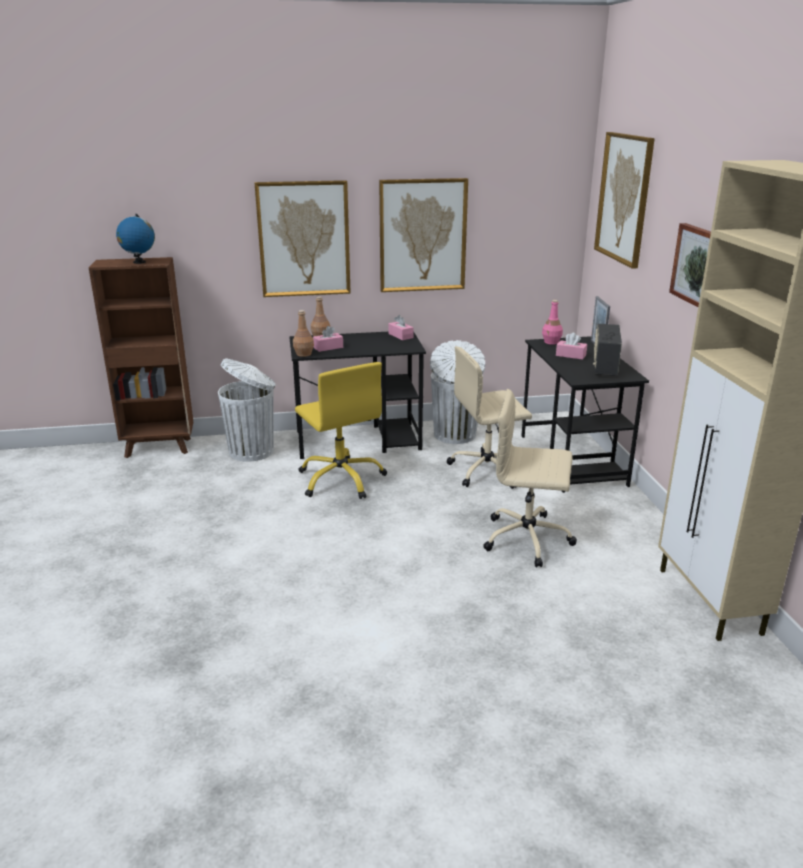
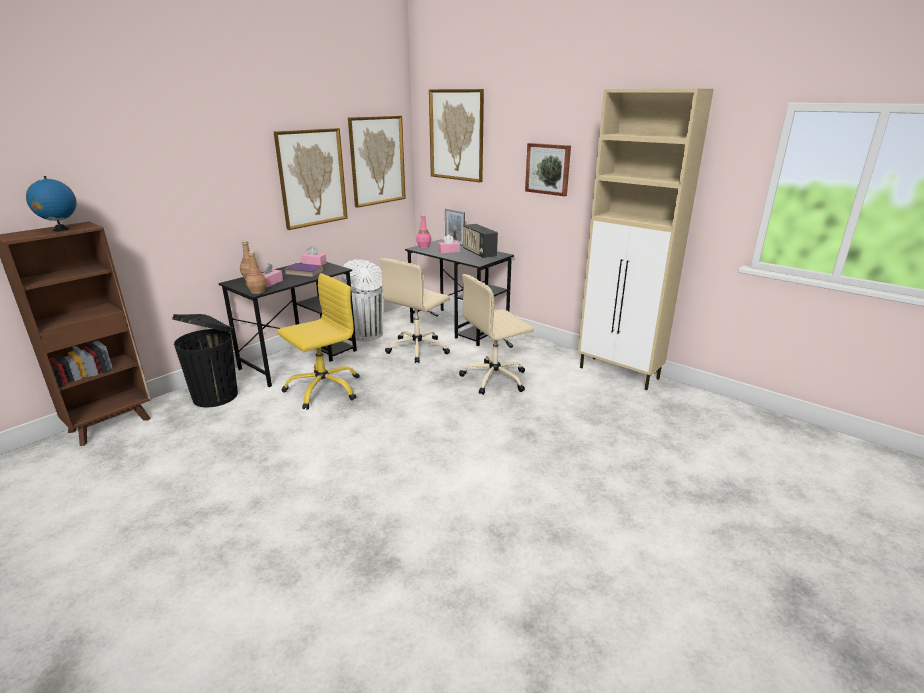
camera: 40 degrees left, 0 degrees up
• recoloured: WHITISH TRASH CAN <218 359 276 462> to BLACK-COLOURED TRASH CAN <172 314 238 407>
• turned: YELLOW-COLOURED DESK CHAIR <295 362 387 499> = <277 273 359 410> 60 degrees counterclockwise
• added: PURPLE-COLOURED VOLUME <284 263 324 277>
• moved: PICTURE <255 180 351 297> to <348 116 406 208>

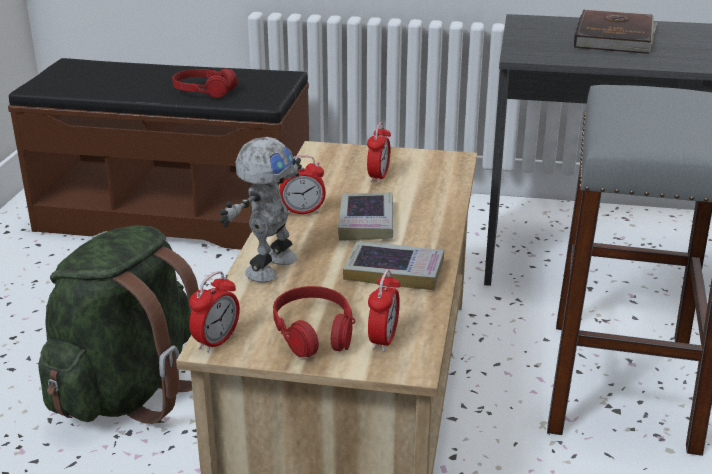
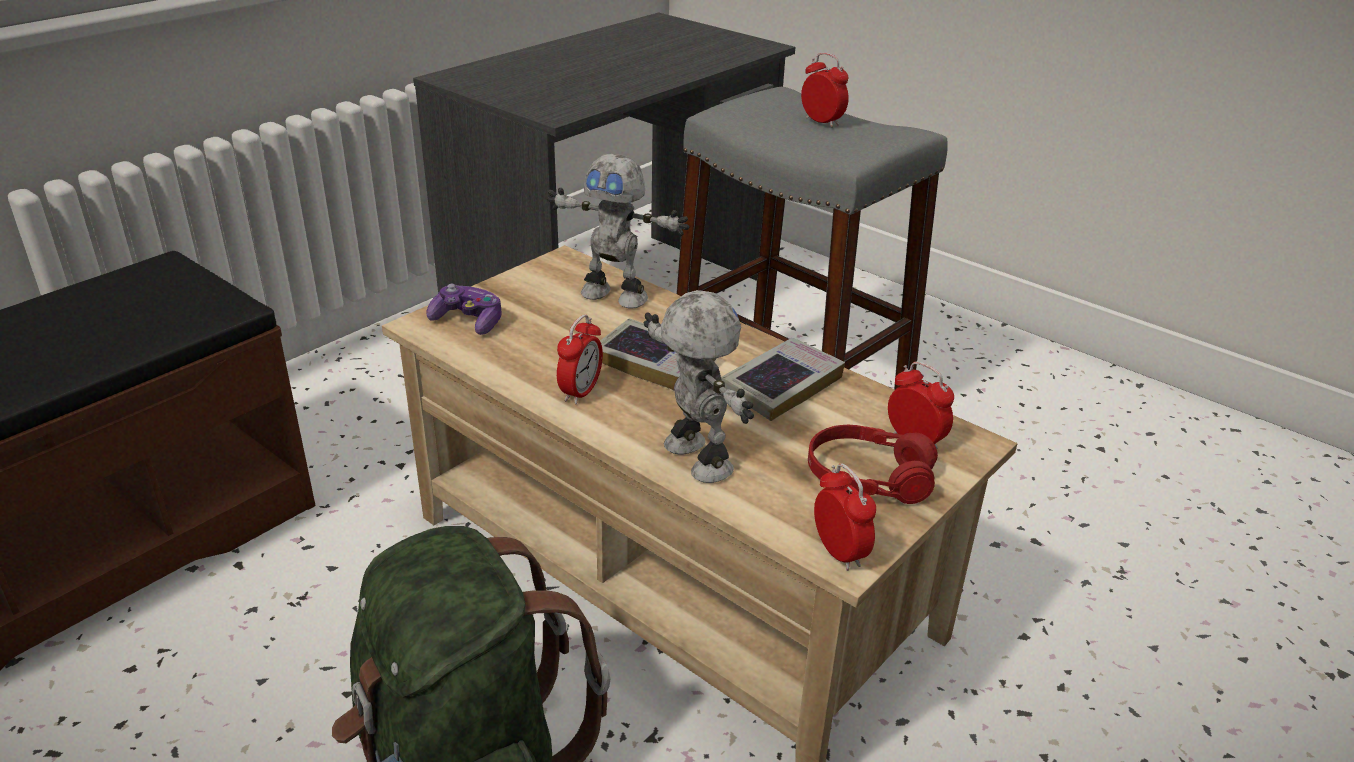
camera: 60 degrees left, 5 degrees up
• added: GAME CONTROLLER <427 284 502 335>
• added: ROBOT FIGURE <547 154 689 308>
• moved: BEDSIDE CLOCK <367 122 391 183> to <801 53 849 127>
• removed: REDDISH PAIR OF HEADPHONES <172 68 237 98>
• removed: BROWN VOLUME <574 10 657 54>

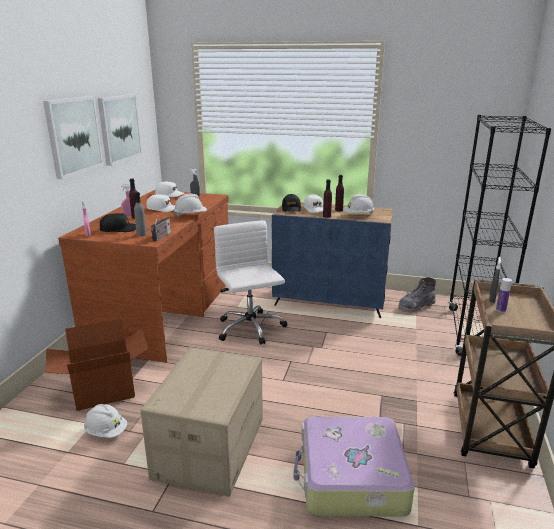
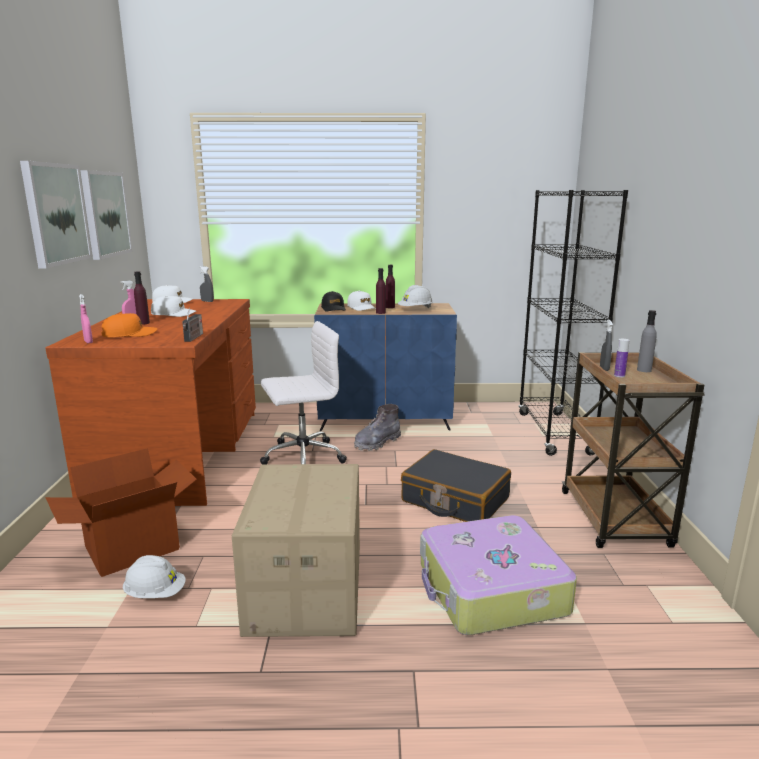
camera: 15 degrees left, 5 degrees down
• recoloured: BLACK-COLOURED PEAKED CAP <100 213 136 232> to ORANGE PEAKED CAP <101 313 157 337>
• turned: WHITISH DESK CHAIR <214 220 288 345> = <260 321 347 465> 105 degrees clockwise
• moved: GRAY HIGH-TOP BOOT <398 277 436 313> to <354 404 401 451>
• added: BLACK-COLOURED TRAVEL CASE <401 449 511 522>
• moved: GRAY DRINK BOTTLE <134 192 147 236> to <637 310 657 372>
• removed: WHITISH SAFETY HELMET <173 194 207 217>

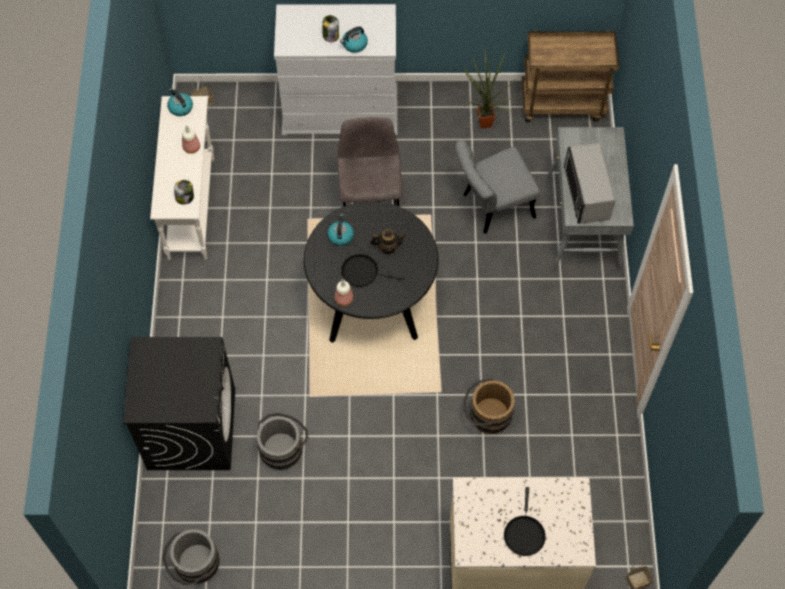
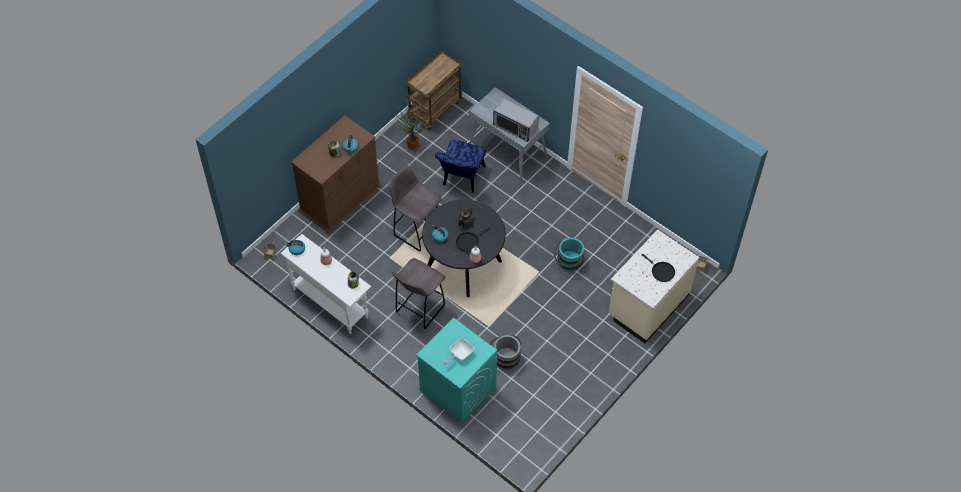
camera: 50 degrees left, 5 degrees down
• recoloured: WHITISH DRESSER <274 4 398 135> to BROWN DRESSER <291 116 381 234>
• added: GRAY SITTING STOOL <392 258 446 329>
• recoloured: BLACK-COLOURED LAUNDRY APPLIANCE <123 337 235 470> to BLUE-GREEN LAUNDRY APPLIANCE <416 318 498 423>
• recoloured: GRAY PLAIN CHAIR <455 140 540 234> to BLUISH PLAIN CHAIR <435 140 486 193>
• added: SKILLET <444 338 474 365>
• recoloured: BROWN BUCKET <463 378 515 434> to BLUE-GREEN BUCKET <554 238 585 272>
• removed: GRAY BUCKET <162 529 220 585>

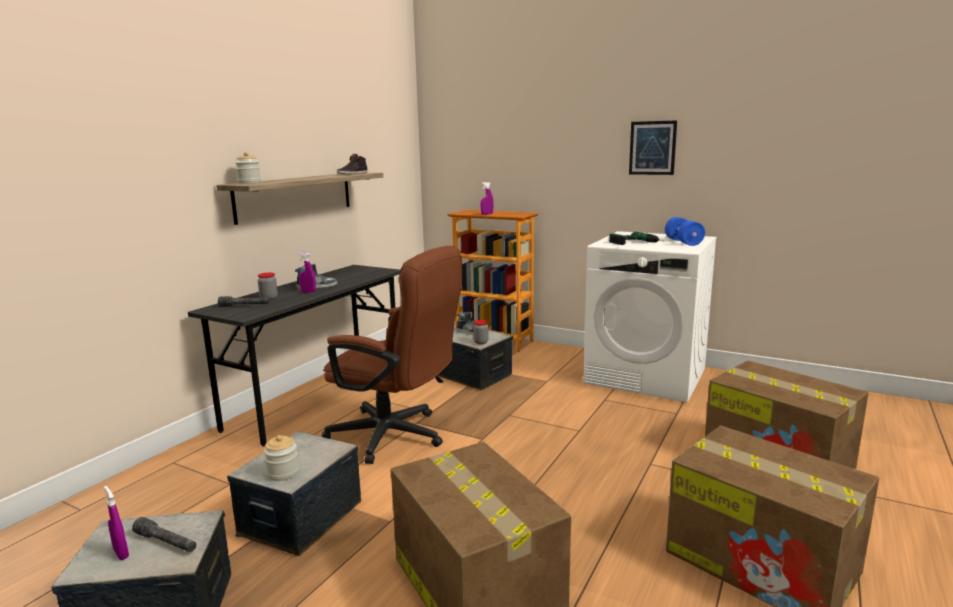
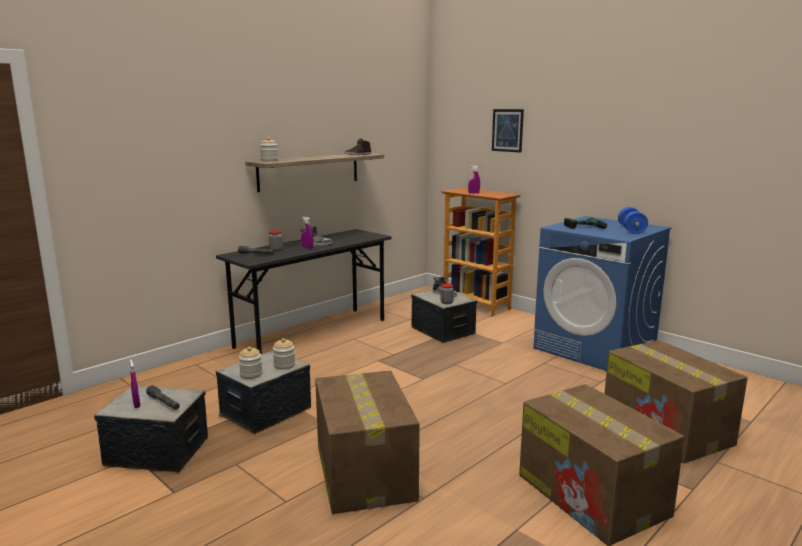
camera: 15 degrees right, 0 degrees up
• added: PRESERVE JAR <273 338 295 370>
• moved: PICTURE <629 120 677 175> to <492 109 524 153>
• recoloured: WHITISH LAUNDRY APPLIANCE <583 231 717 403> to BLUISH LAUNDRY APPLIANCE <533 216 672 371>
• removed: BROWN DESK CHAIR <322 246 462 464>

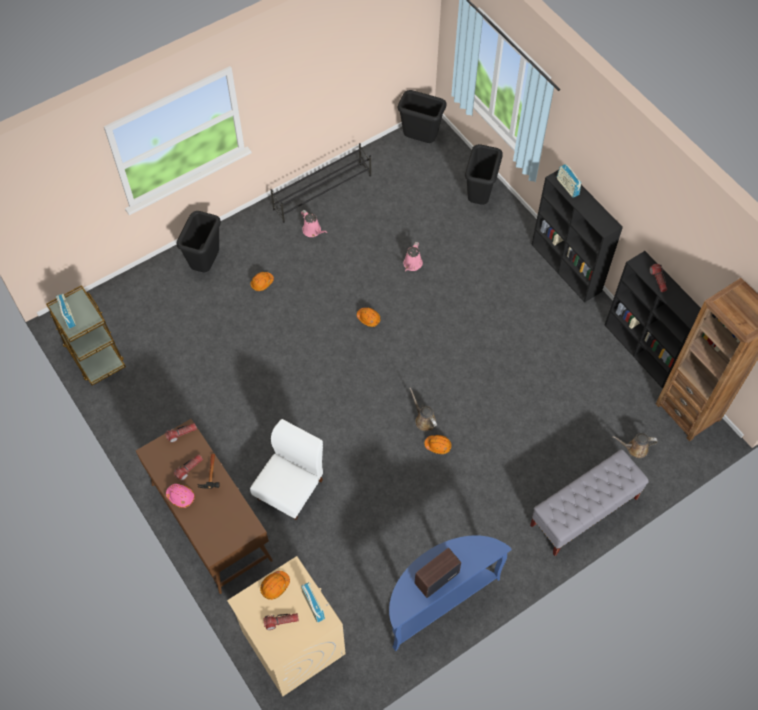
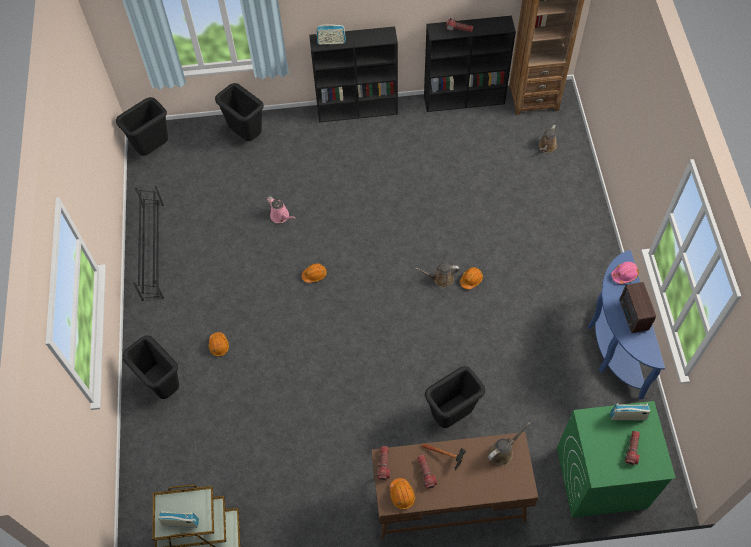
camera: 60 degrees left, 0 degrees up
• moved: ORANGE SAFETY HELMET <260 571 290 600> to <390 478 415 510>
• replaced: WHITISH PLAIN CHAIR <250 419 323 520> to BLACK-COLOURED TRASH CAN <425 366 485 428>
• added: BROWN WATERING CAN <487 422 530 465>
• recoloured: BEIGE-COLOURED LAUNDRY APPLIANCE <227 556 346 696> to GREEN LAUNDRY APPLIANCE <557 401 676 518>
• moved: PINK-COLOURED SAFETY HELMET <166 484 195 508> to <611 262 639 284>
• removed: PINK-COLOURED WATERING CAN <301 210 328 237>
• removed: GRAY LONG SEAT <530 449 649 556>

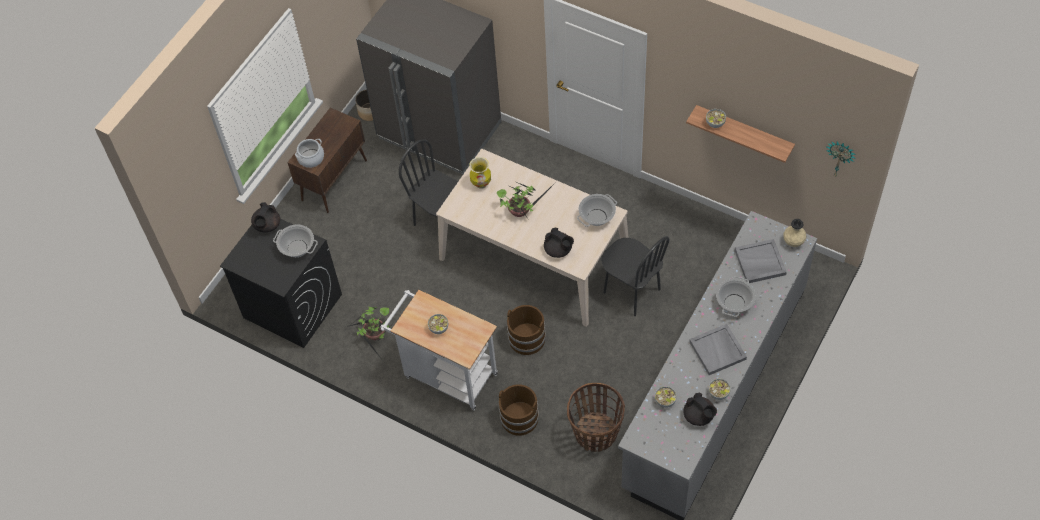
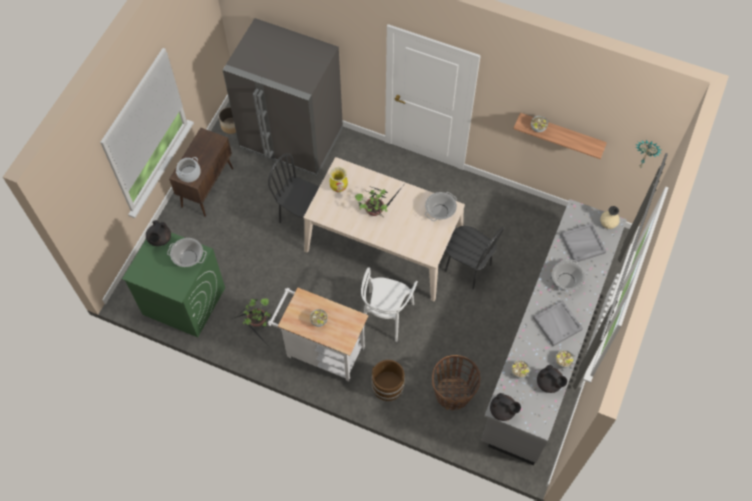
camera: 10 degrees left, 5 degrees up
• recoloured: BLACK-COLOURED LAUNDRY APPLIANCE <220 219 342 348> to GREEN LAUNDRY APPLIANCE <122 232 225 337>
• replaced: BROWN BUCKET <507 305 546 355> to WHITISH PLAIN CHAIR <361 267 418 342>
• moved: BLACK-COLOURED TEA POT <544 228 574 258> to <490 393 521 421>

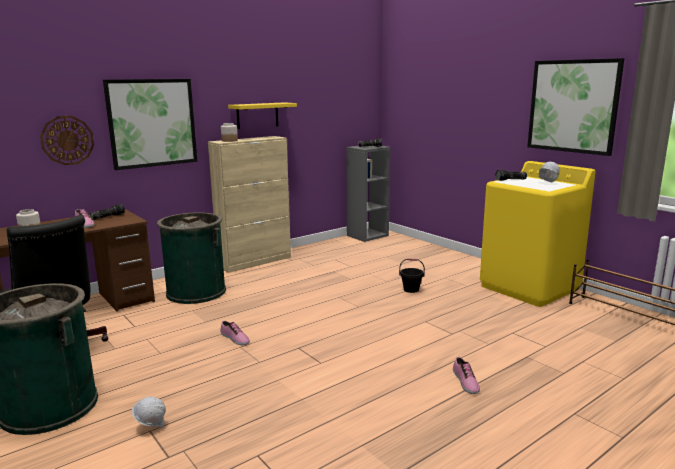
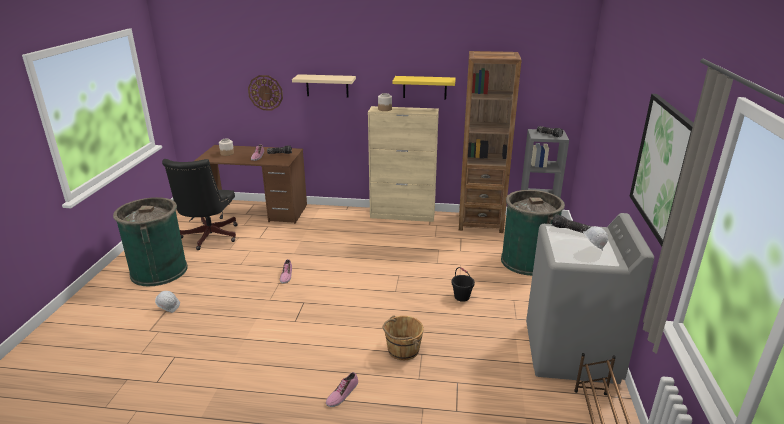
camera: 45 degrees right, 10 degrees up
• replaced: PICTURE <103 79 197 170> to BEIGE-COLOURED WALL SHELF <292 74 356 97>
• added: BROWN BUCKET <383 315 424 360>
• added: BROWN BOOKCASE <459 51 522 233>
• moved: GREEN TRASH CAN <157 213 226 304> to <501 190 565 276>
• recoloured: YELLOW-COLOURED LAUNDRY APPLIANCE <480 161 596 307> to GRAY LAUNDRY APPLIANCE <526 213 654 384>

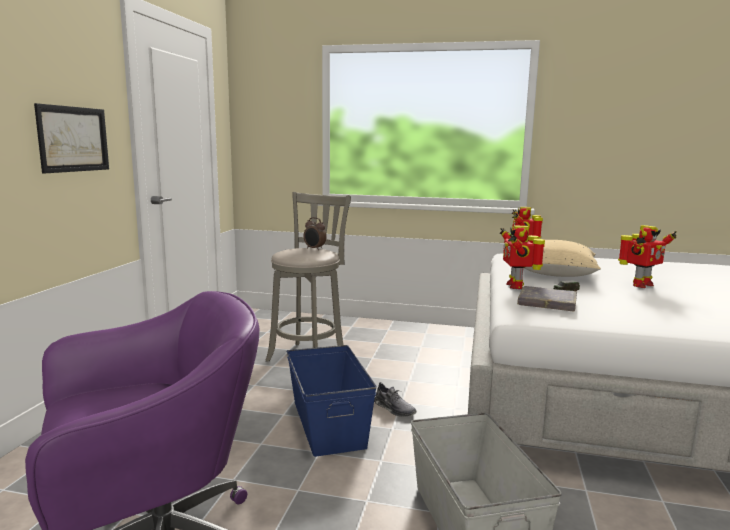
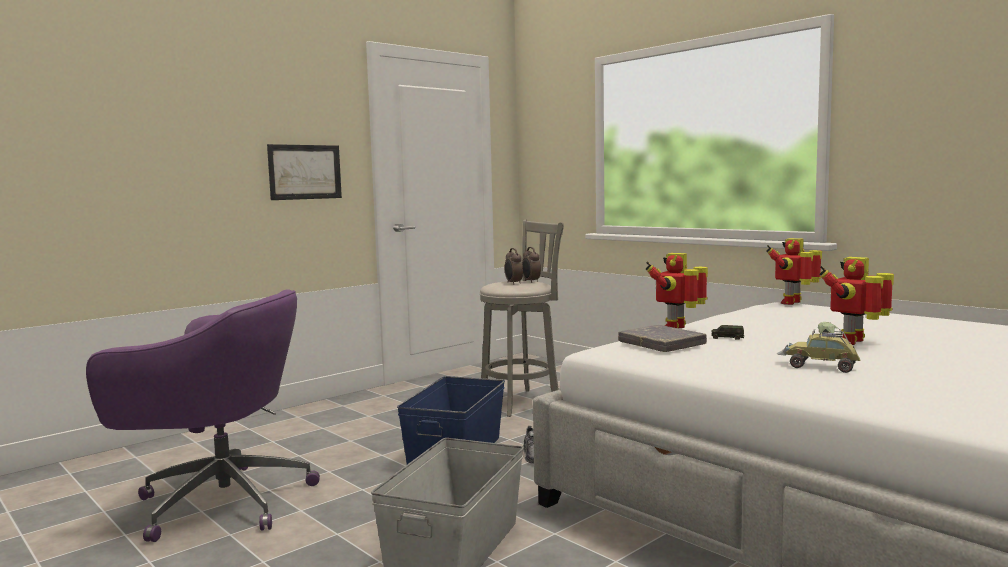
camera: 35 degrees right, 5 degrees down
• added: BEDSIDE CLOCK <504 248 523 285>
• added: TOY CAR <777 322 860 373>
• turned: ROBOT FIGURE <618 225 677 288> = <819 257 894 345> 135 degrees clockwise
• removed: BEIGE-COLOURED THROW PILLOW <524 240 601 277>

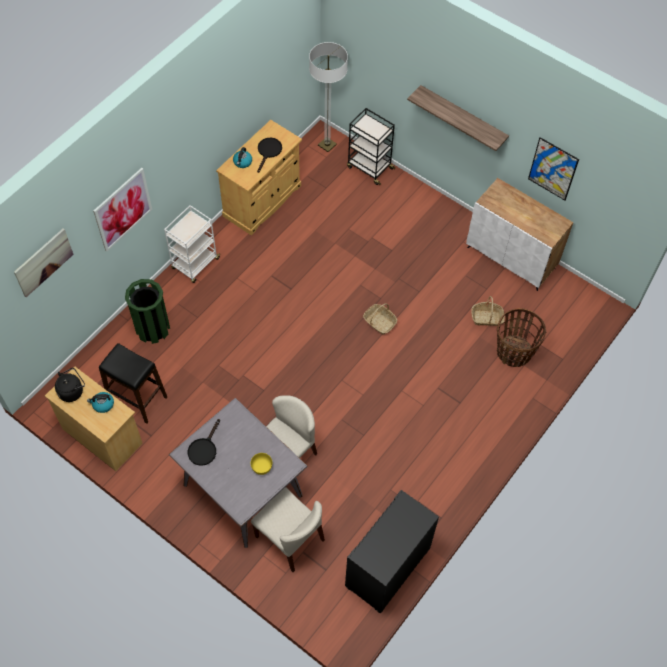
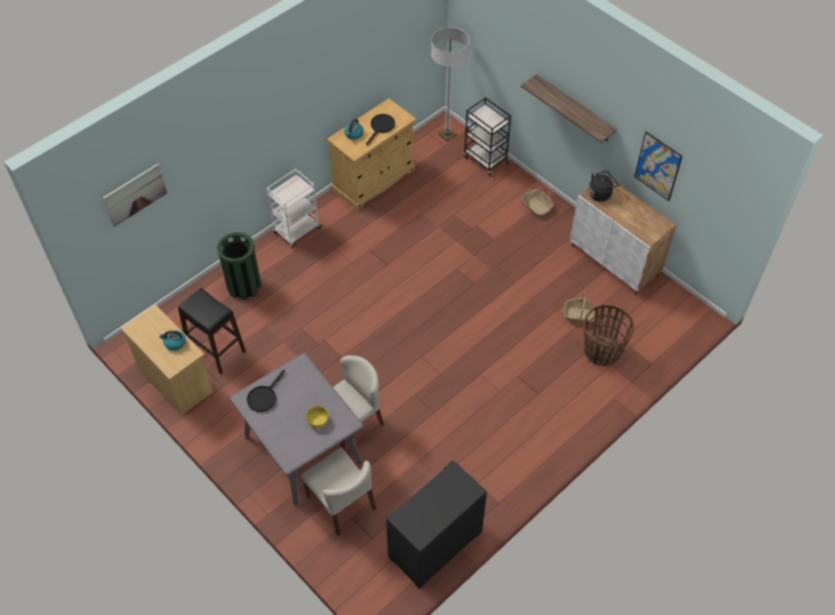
camera: 10 degrees right, 5 degrees down
• moved: HOUSEHOLD BASKET <363 304 397 335> to <522 187 554 217>
• moved: BLACK-COLOURED WATER KETTLE <55 368 85 402> to <589 171 619 202>
• removed: PICTURE <93 168 152 252>

